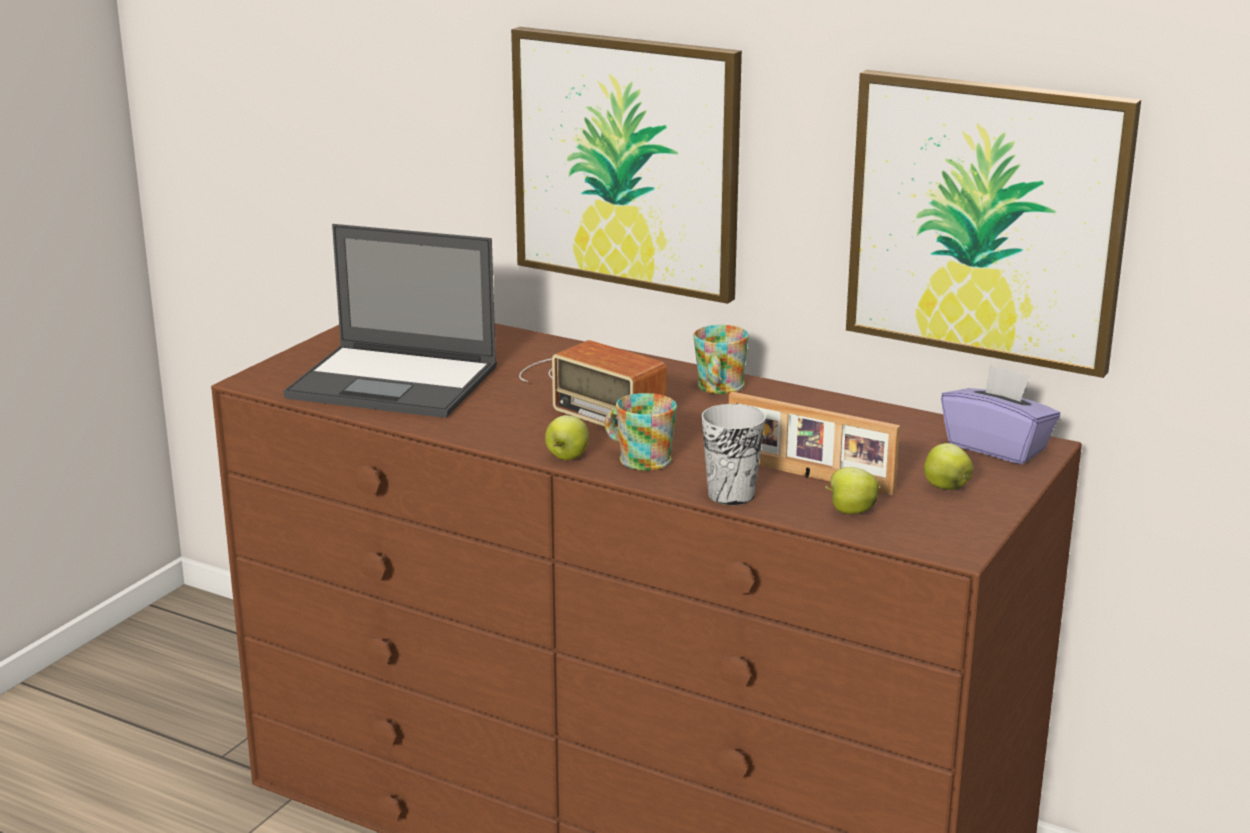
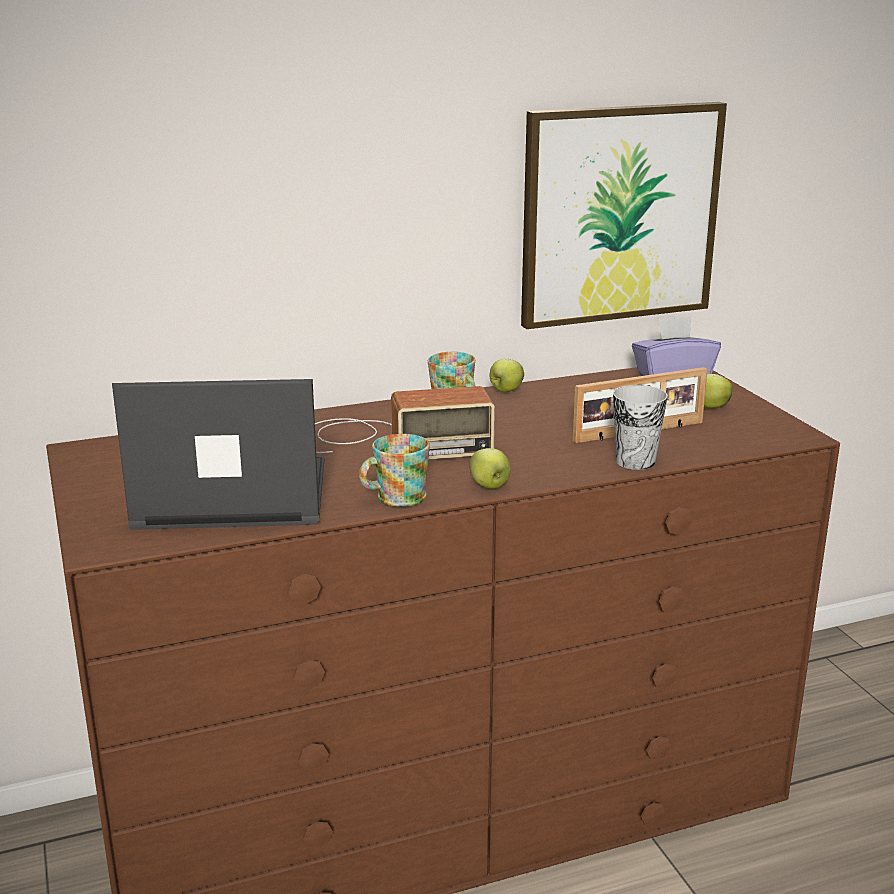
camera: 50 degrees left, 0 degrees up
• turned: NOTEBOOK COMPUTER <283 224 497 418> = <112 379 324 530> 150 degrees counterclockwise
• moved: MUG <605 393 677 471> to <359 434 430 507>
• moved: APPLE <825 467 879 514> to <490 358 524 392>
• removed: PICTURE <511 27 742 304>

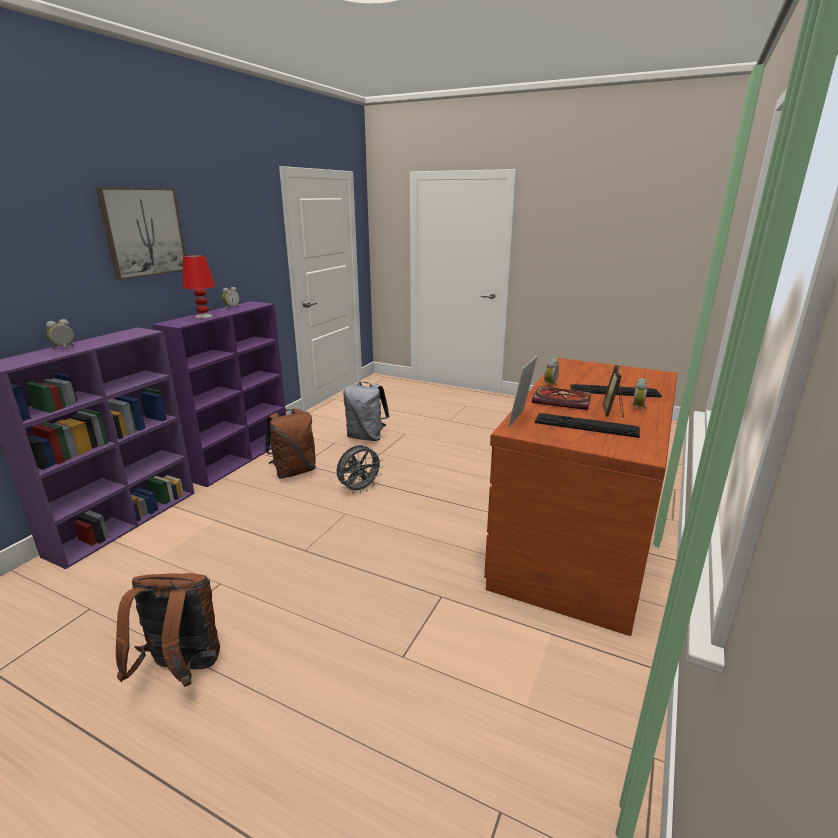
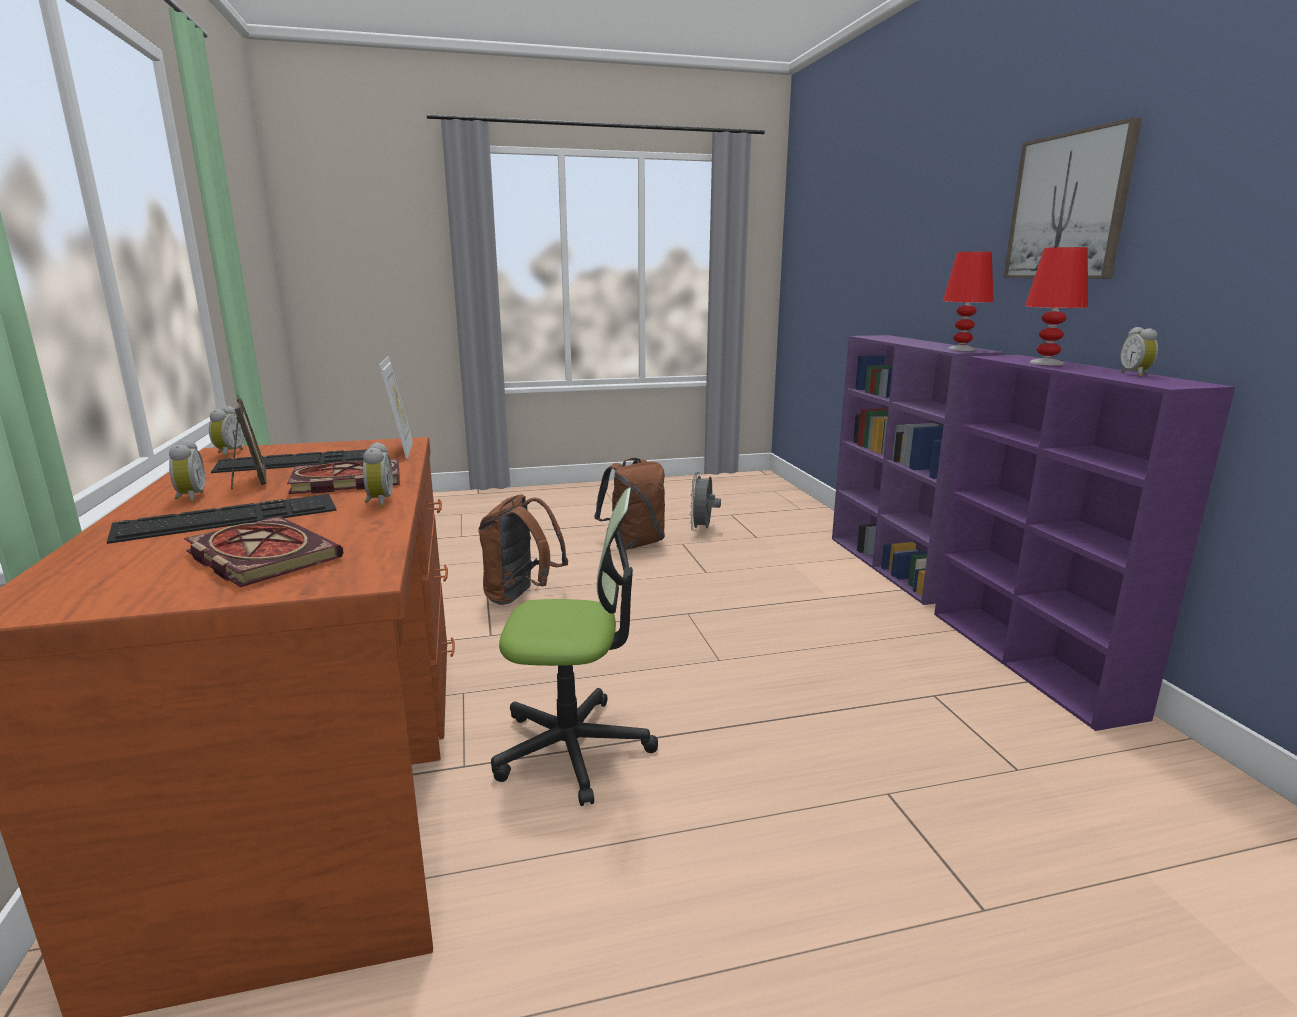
camera: 140 degrees right, 5 degrees down
• added: VOLUME <184 516 343 587>
• moved: BEDSIDE CLOCK <46 319 74 349> to <209 406 244 456>
• moved: BROWN KNAPSACK <264 408 316 479> to <478 494 568 605>
• added: DESK CHAIR <491 488 658 806>
• moved: GRAY COOLING FAN <337 445 383 494> to <689 472 721 531>
• added: REDDISH LAMP FOR A TABLE <943 252 994 351>
• removed: GRAY KNAPSACK <343 382 389 441>

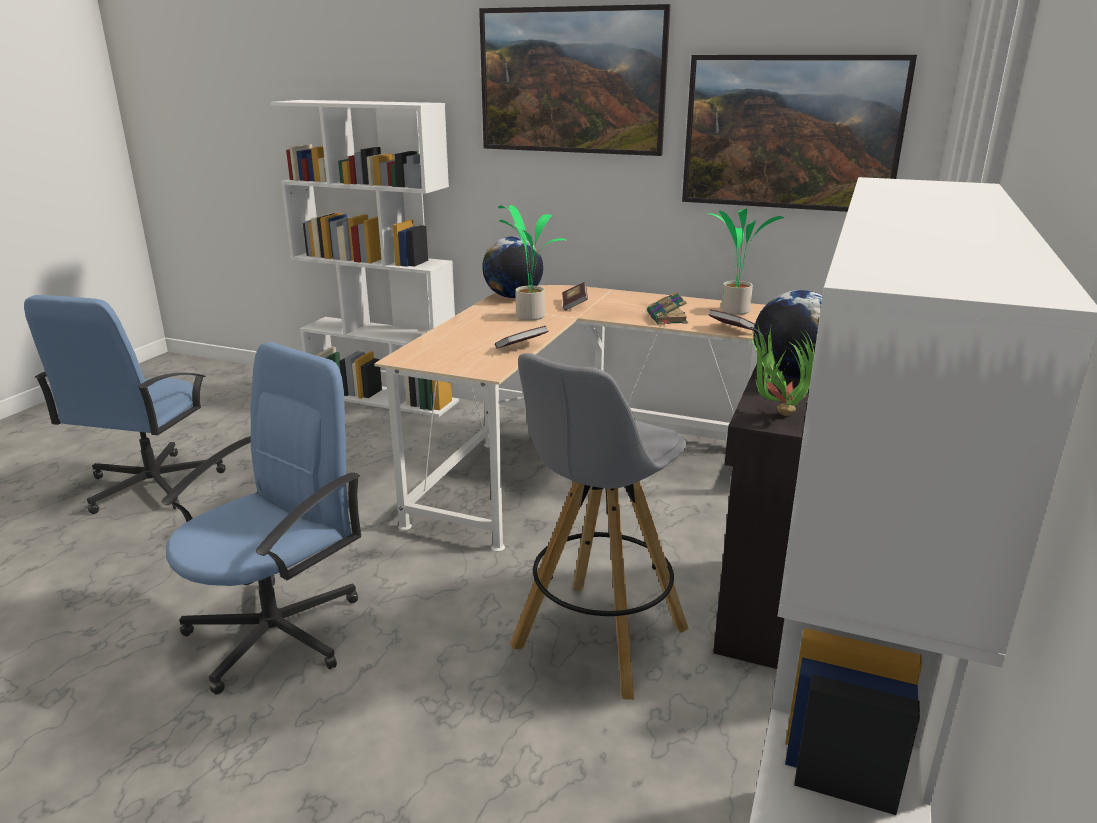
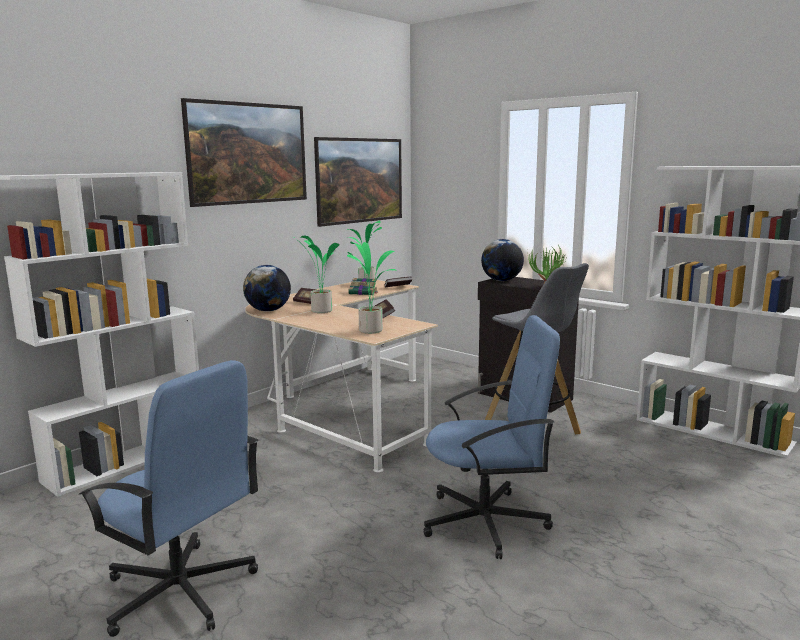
camera: 70 degrees left, 10 degrees down
• added: POTTED PLANT <347 241 397 334>
• turned: BLUISH DESK CHAIR <162 342 361 695> = <423 315 560 559> 120 degrees clockwise

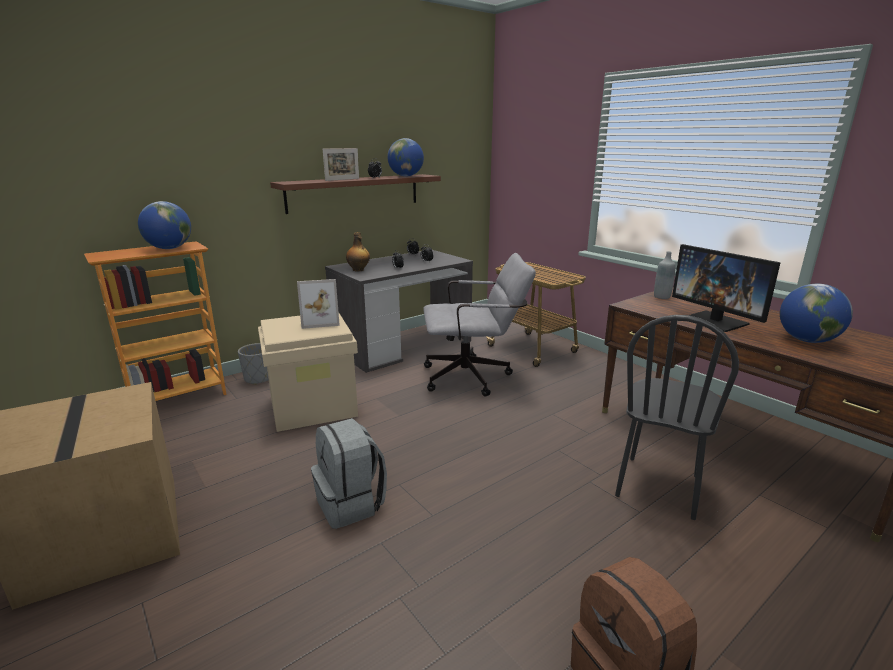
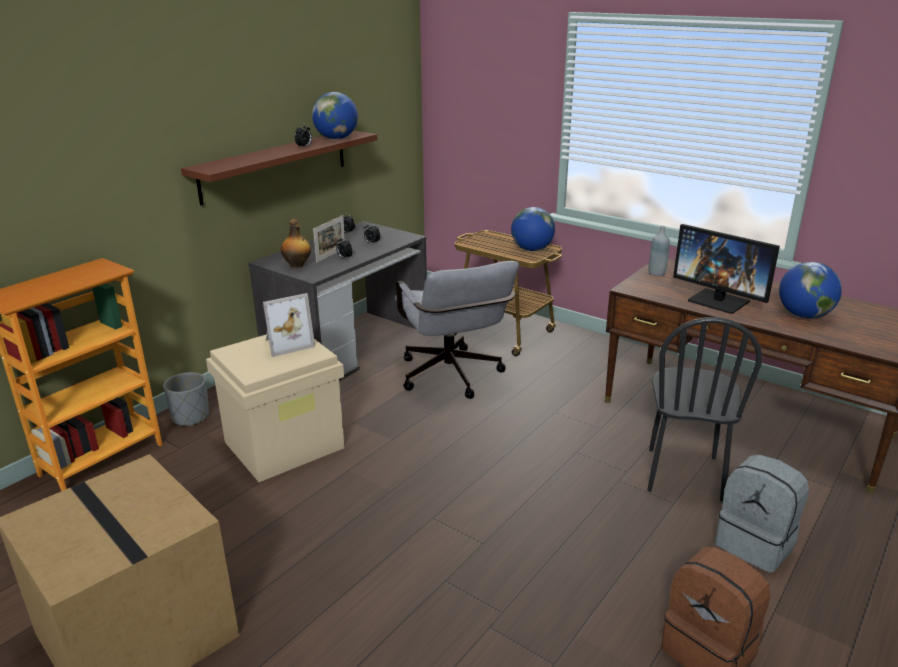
camera: 15 degrees left, 5 degrees up
• moved: PICTURE FRAME <323 148 359 181> to <313 215 345 263>
• turned: GRAY DESK CHAIR <423 253 536 396> = <395 261 519 399> 90 degrees clockwise
• moved: WORLD GLOBE <138 201 191 249> to <511 207 555 251>
• moved: GRAY KNAPSACK <311 418 387 529> to <715 455 809 573>

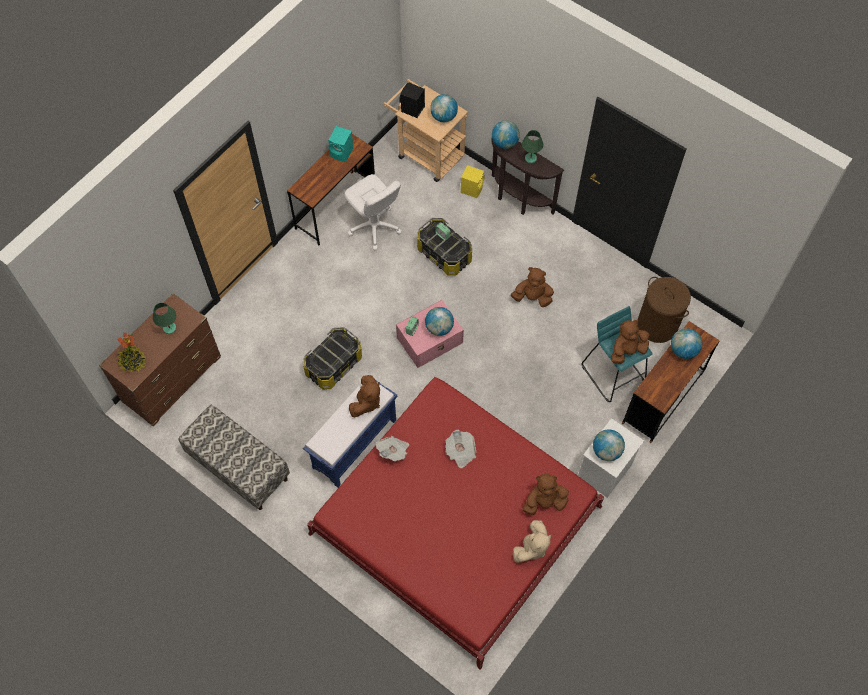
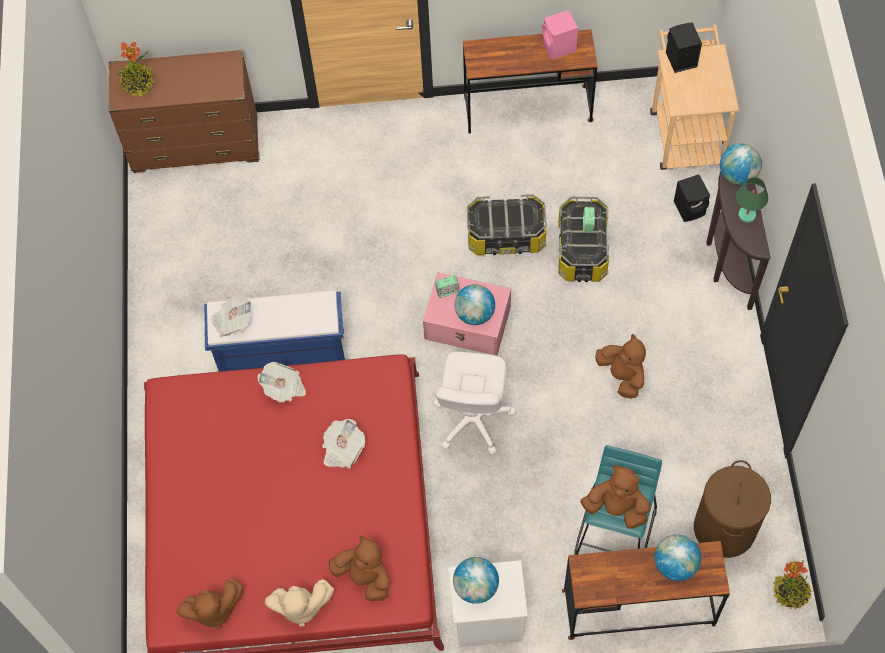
camera: 50 degrees right, 0 degrees up
• moved: BROWN PLUSH TOY <349 375 380 417> to <177 579 243 629>
• added: DAILY PAPER <210 294 253 337>
• moved: WHITISH DESK CHAIR <344 174 402 250> to <434 352 516 455>
• moved: STORAGE CONTAINER <303 327 362 390> to <467 194 547 255>
• recoloured: BLUE-GREEN LOUDSPEAKER <328 126 353 162> to PINK-COLOURED LOUDSPEAKER <542 10 578 60>
• recoloured: YELLOW-COLOURED LOUDSPEAKER <461 165 485 198> to BLACK-COLOURED LOUDSPEAKER <674 174 710 222>
• added: POTTED PLANT <773 561 813 610>
• removed: GREEN LAMP FOR A TABLE <153 303 176 334>
• removed: LONG SEAT <179 405 290 510>
• removed: WORLD GLOBE <430 94 458 122>

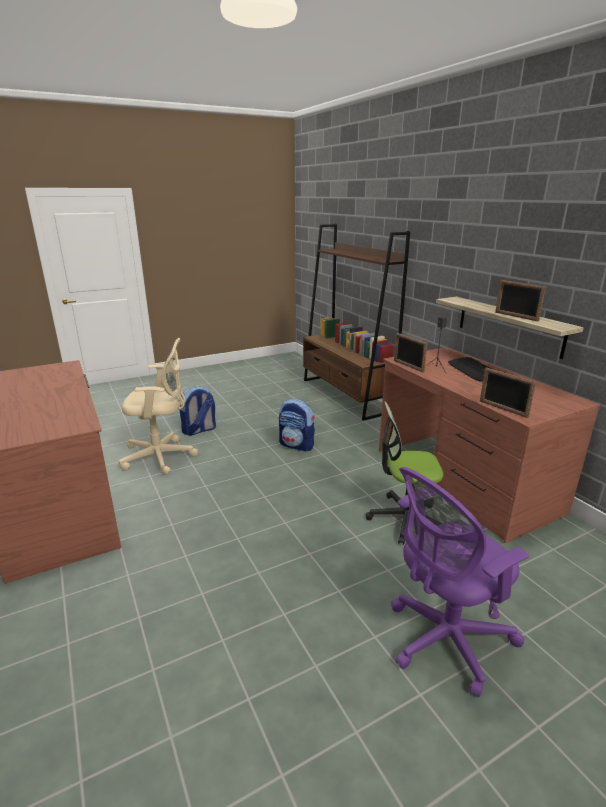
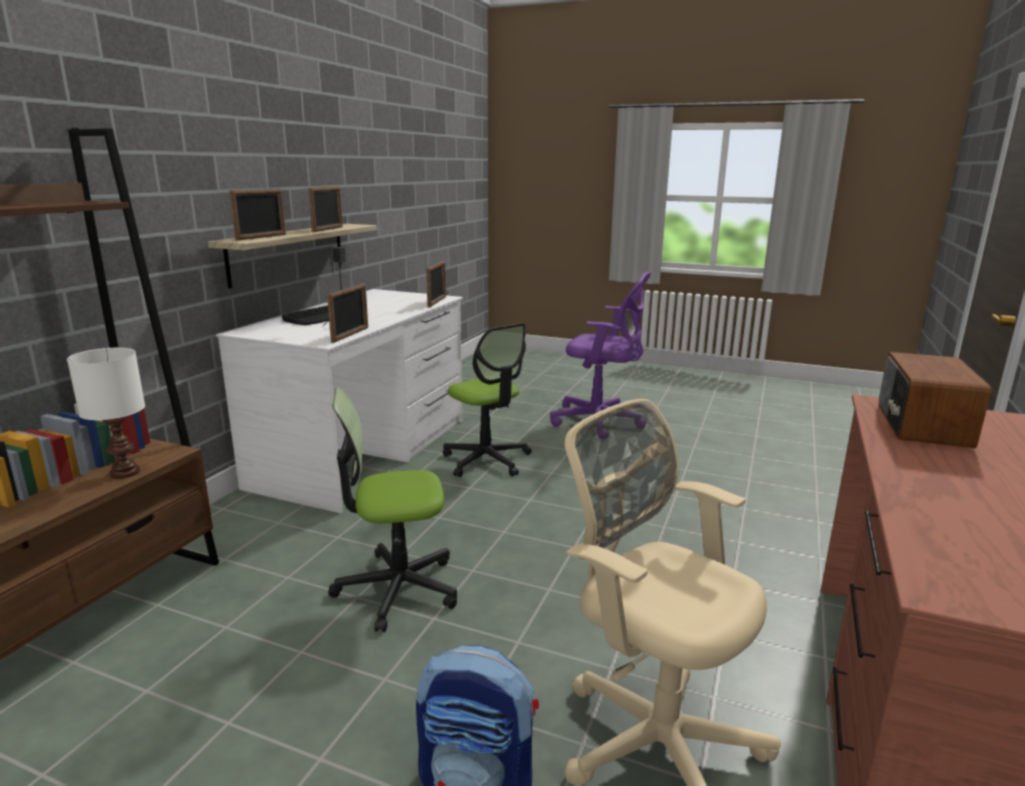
camera: 130 degrees left, 5 degrees down
• added: WHITISH LAMP FOR A TABLE <67 348 145 479>
• recoloured: BROWN DESK UNIT <379 347 600 543> to WHITISH DESK UNIT <216 289 463 513>
• added: PICTURE FRAME <229 189 286 241>
• replaced: KNAPSACK <279 399 315 452> to DESK CHAIR <328 387 457 632>
• added: RADIO RECEIVER <879 352 991 448>

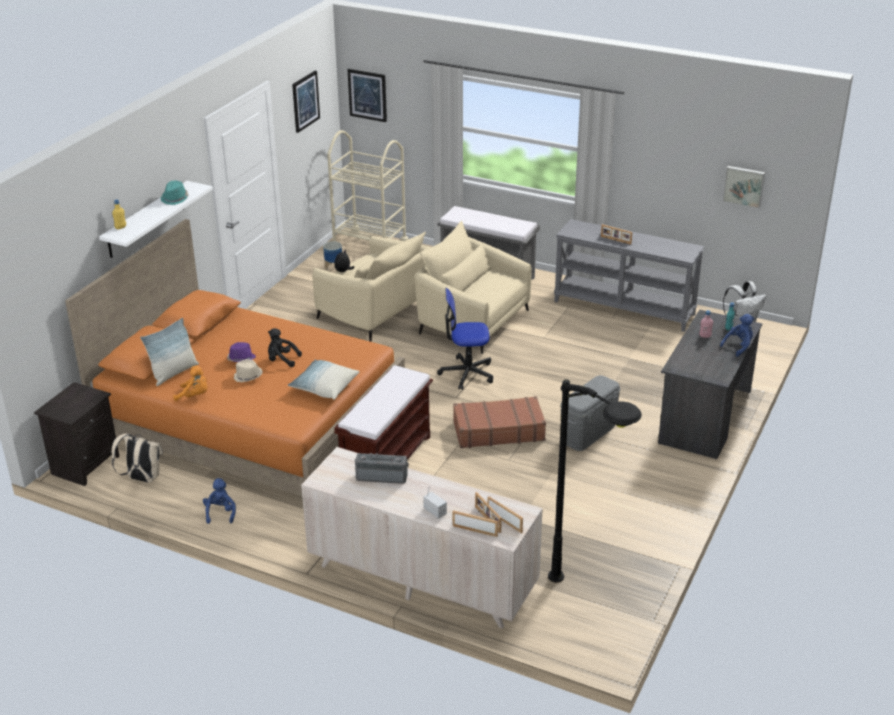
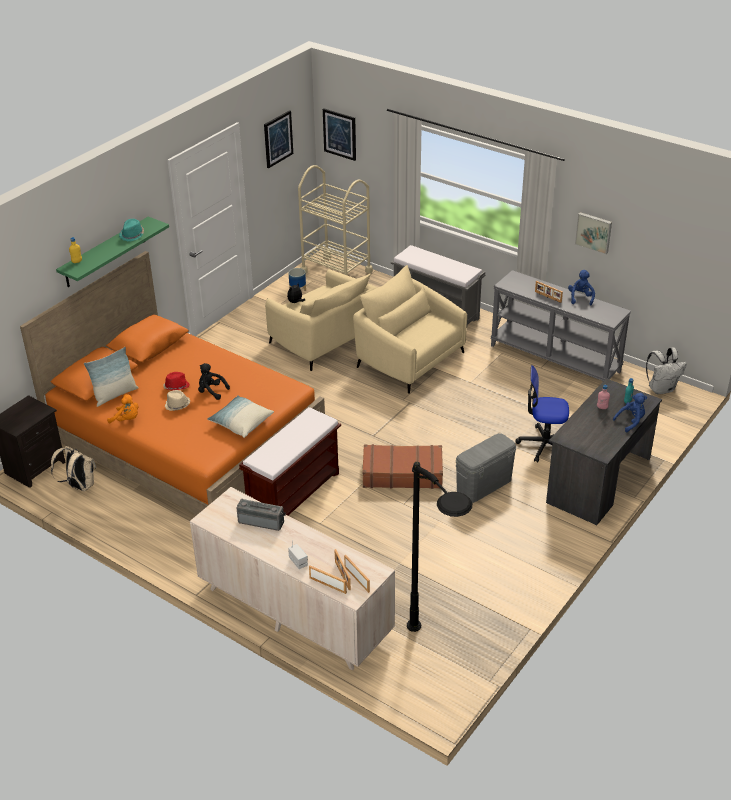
camera: 10 degrees right, 5 degrees up
• recoloured: WHITISH WALL SHELF <99 181 213 258> to GREEN WALL SHELF <56 216 169 287>
• recoloured: PURPLE-COLOURED CLOTHING HAT <227 342 256 362> to REDDISH CLOTHING HAT <163 372 190 390>
• moved: DESK CHAIR <437 288 493 390> to <516 365 569 462>
• moved: BLUISH PLUSH TOY <203 478 236 524> to <568 270 595 305>
• moved: PICTURE <723 166 765 208> to <575 212 612 254>

